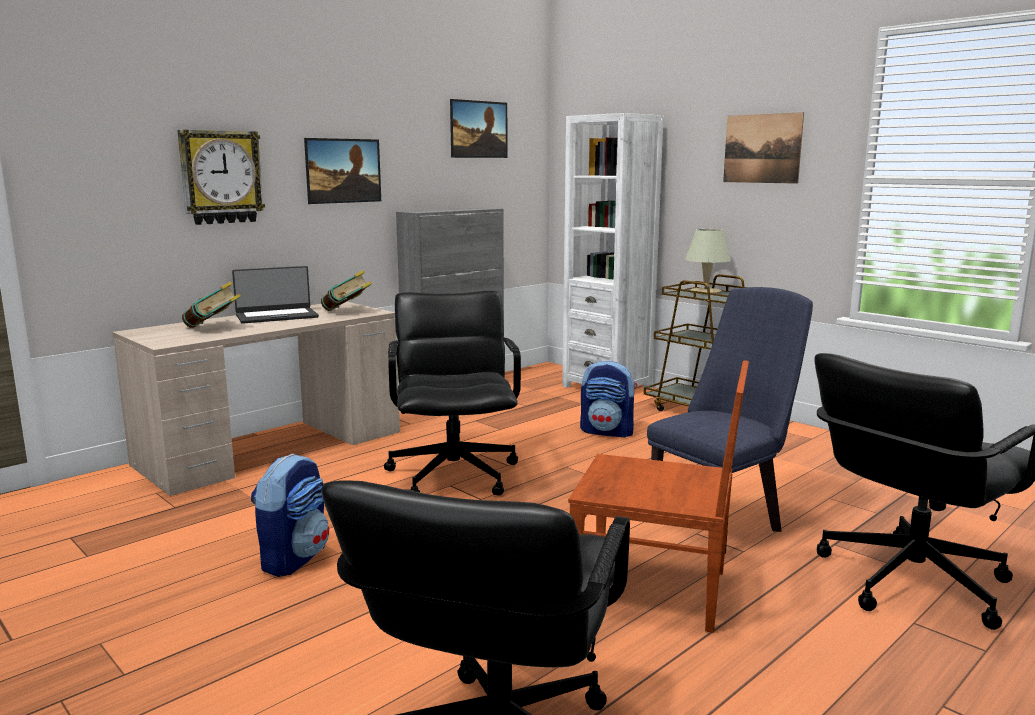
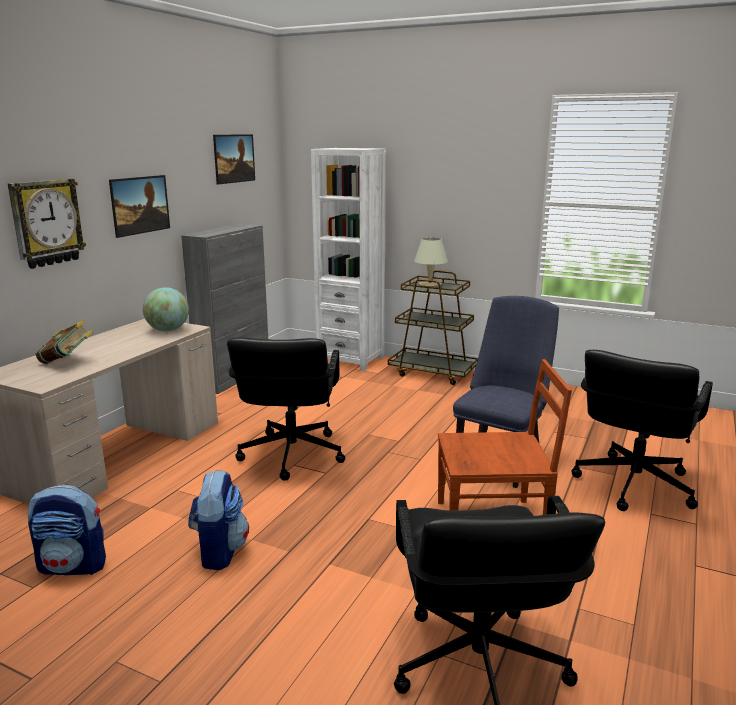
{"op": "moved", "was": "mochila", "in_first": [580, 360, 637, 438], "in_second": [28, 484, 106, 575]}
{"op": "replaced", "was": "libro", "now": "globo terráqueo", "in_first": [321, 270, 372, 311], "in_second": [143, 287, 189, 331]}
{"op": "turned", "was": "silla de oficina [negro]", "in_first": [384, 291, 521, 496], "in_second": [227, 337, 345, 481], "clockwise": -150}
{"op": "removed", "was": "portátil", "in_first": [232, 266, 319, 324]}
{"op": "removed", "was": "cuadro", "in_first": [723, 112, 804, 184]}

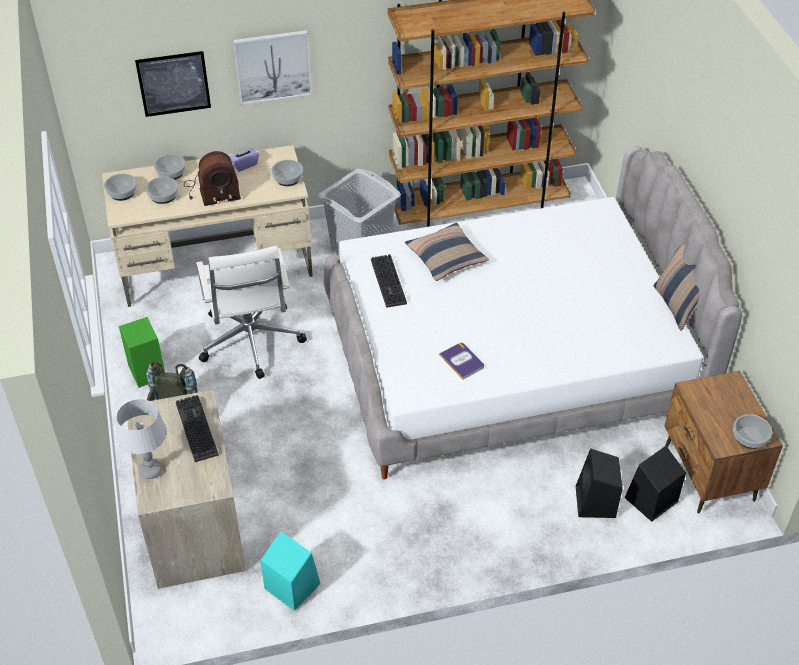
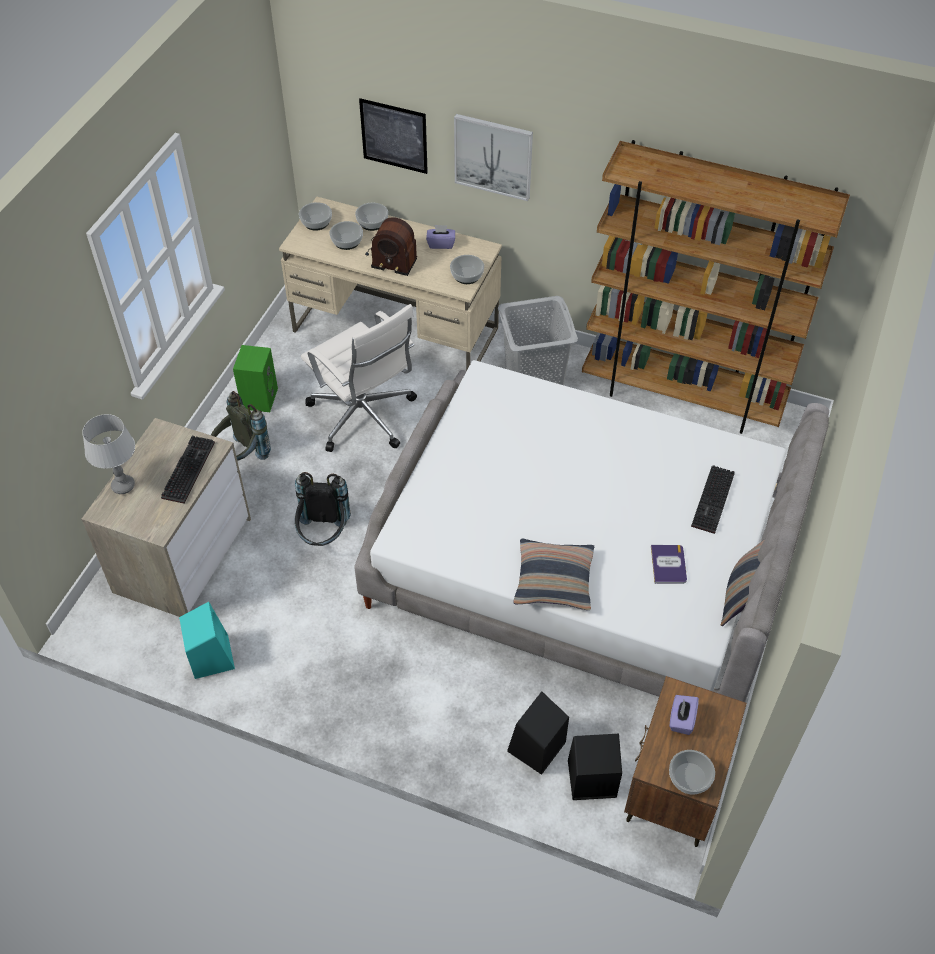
{"op": "added", "now": "mochila [negro]", "in_second": [295, 472, 351, 546]}
{"op": "turned", "was": "silla de oficina [blanco]", "in_first": [196, 246, 307, 379], "in_second": [301, 304, 417, 452], "clockwise": -60}
{"op": "moved", "was": "cojín", "in_first": [405, 223, 489, 281], "in_second": [513, 538, 594, 610]}
{"op": "moved", "was": "libro", "in_first": [439, 343, 484, 379], "in_second": [651, 545, 687, 584]}
{"op": "added", "now": "caja de pañuelos [morado]", "in_second": [670, 695, 699, 735]}
{"op": "moved", "was": "teclado", "in_first": [371, 254, 407, 308], "in_second": [691, 465, 735, 534]}

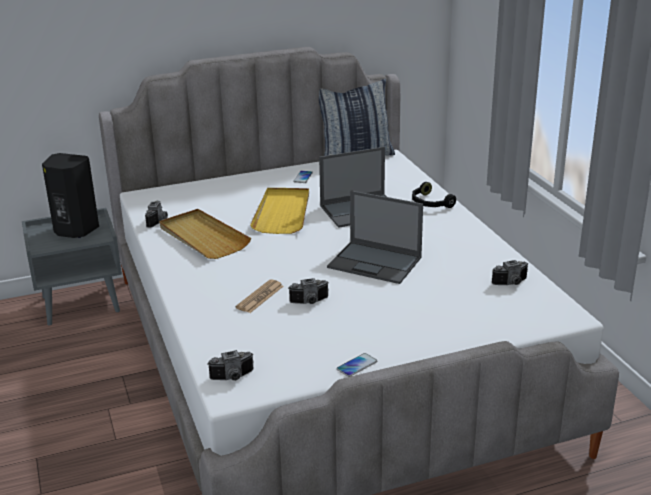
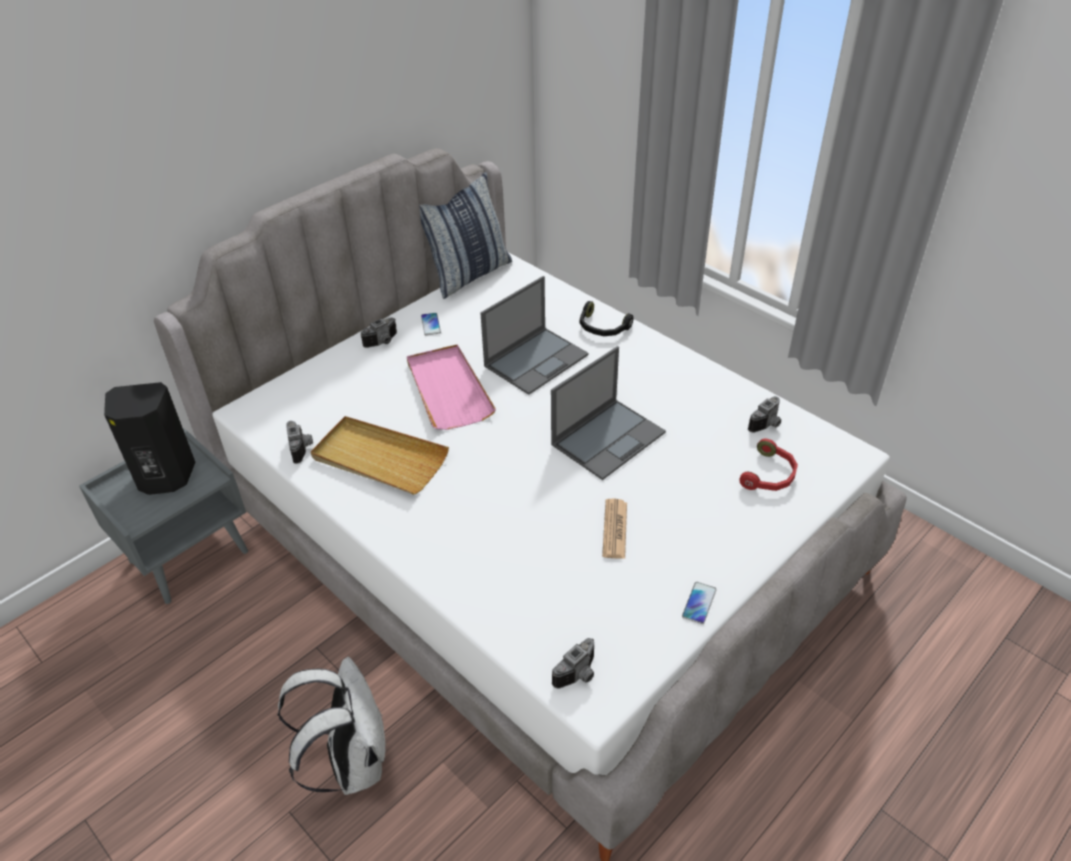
{"op": "added", "now": "mochila [blanco]", "in_second": [278, 657, 385, 795]}
{"op": "moved", "was": "cámara", "in_first": [288, 278, 329, 304], "in_second": [361, 318, 397, 348]}
{"op": "recoloured", "was": "bandeja [amarillo]", "now": "bandeja [rosa]", "in_first": [250, 188, 309, 234], "in_second": [407, 345, 496, 430]}
{"op": "turned", "was": "portátil", "in_first": [327, 191, 423, 284], "in_second": [551, 346, 666, 480], "clockwise": -45}
{"op": "moved", "was": "periódico", "in_first": [235, 280, 284, 313], "in_second": [602, 499, 627, 559]}
{"op": "added", "now": "auriculares [rojo]", "in_second": [739, 439, 798, 491]}

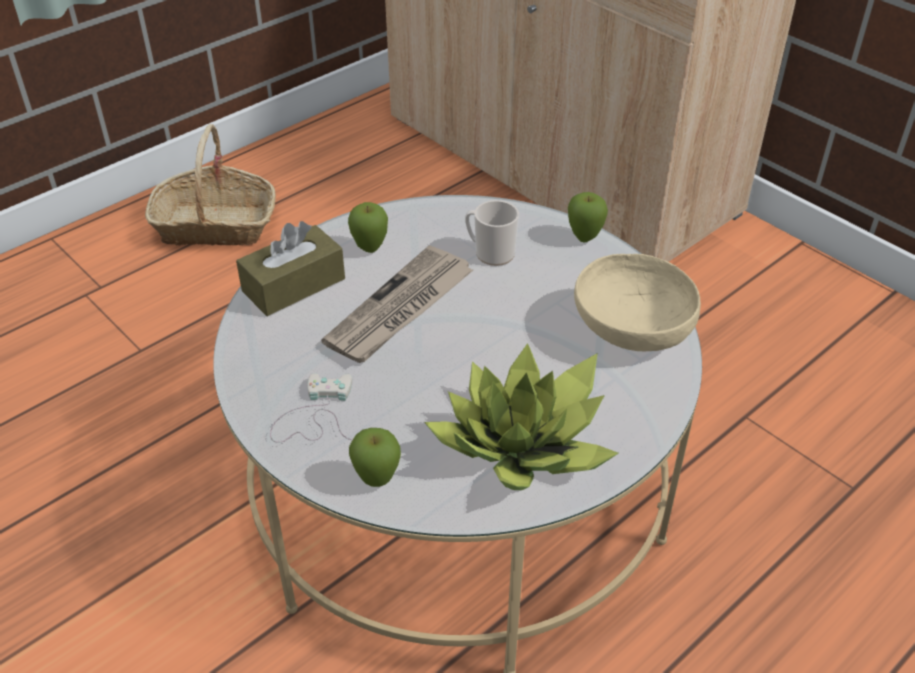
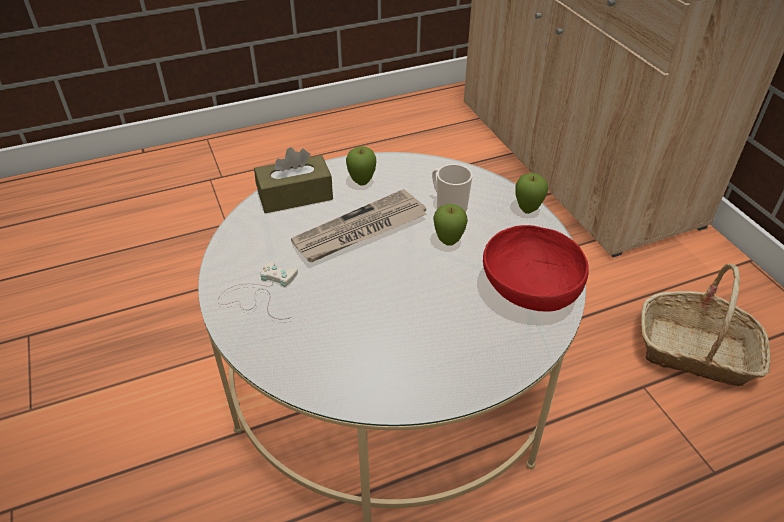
{"op": "moved", "was": "manzana", "in_first": [349, 428, 401, 487], "in_second": [433, 204, 468, 246]}
{"op": "recoloured", "was": "cuenco [beis]", "now": "cuenco [rojo]", "in_first": [574, 254, 701, 351], "in_second": [483, 225, 589, 312]}
{"op": "moved", "was": "cesta", "in_first": [145, 124, 276, 246], "in_second": [641, 264, 771, 386]}
{"op": "removed", "was": "planta en maceta", "in_first": [424, 343, 619, 490]}

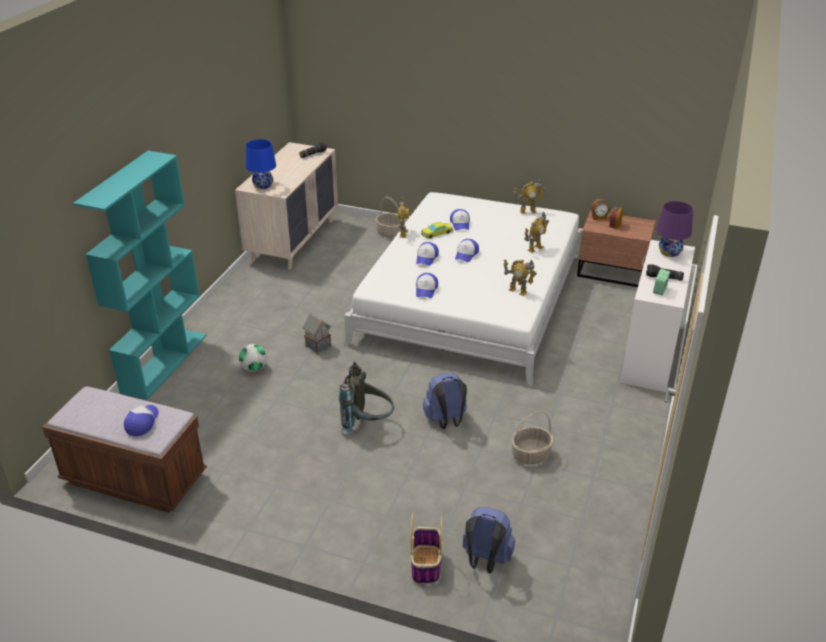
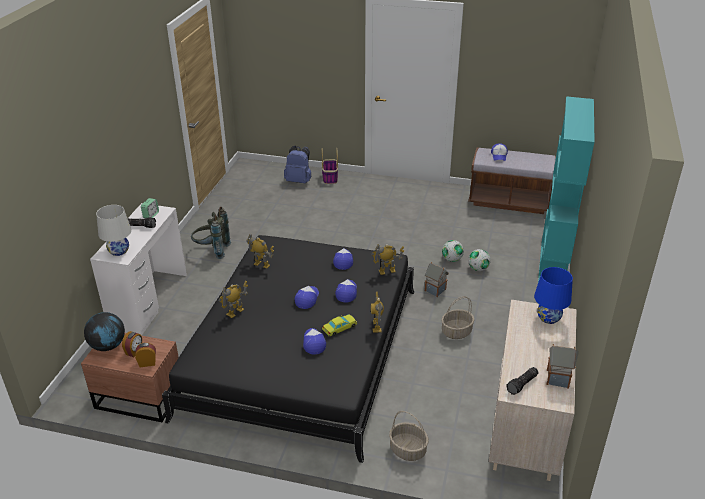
{"op": "added", "now": "globo terráqueo", "in_second": [84, 312, 125, 351]}
{"op": "recoloured", "was": "lámpara de mesa [morado]", "now": "lámpara de mesa [blanco]", "in_first": [656, 201, 693, 257], "in_second": [96, 205, 131, 256]}
{"op": "recoloured", "was": "cama [blanco]", "now": "cama [negro]", "in_first": [344, 192, 583, 386], "in_second": [162, 235, 414, 463]}
{"op": "moved", "was": "mochila [gris]", "in_first": [339, 362, 394, 434], "in_second": [191, 207, 231, 259]}
{"op": "moved", "was": "robot de juguete", "in_first": [514, 179, 546, 214], "in_second": [371, 244, 404, 275]}
{"op": "moved", "was": "cesta", "in_first": [511, 412, 554, 465], "in_second": [441, 296, 475, 339]}
{"op": "added", "now": "balón de fútbol", "in_second": [442, 240, 464, 262]}
{"op": "added", "now": "casita", "in_second": [546, 344, 579, 388]}
{"op": "removed", "was": "mochila [azul]", "in_first": [423, 373, 467, 429]}

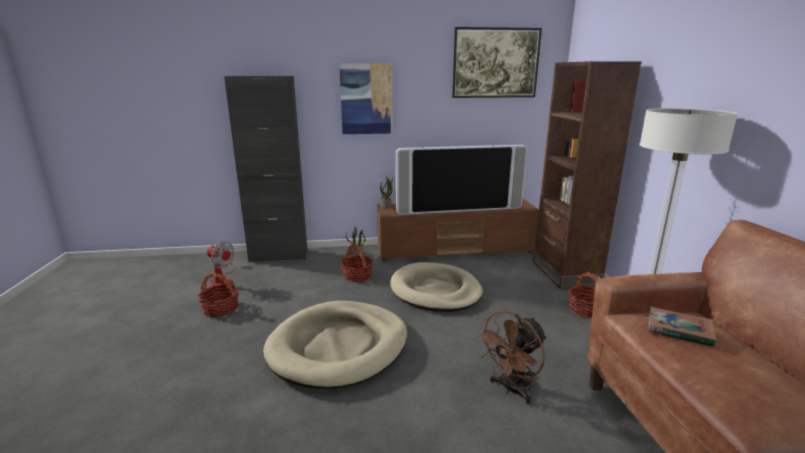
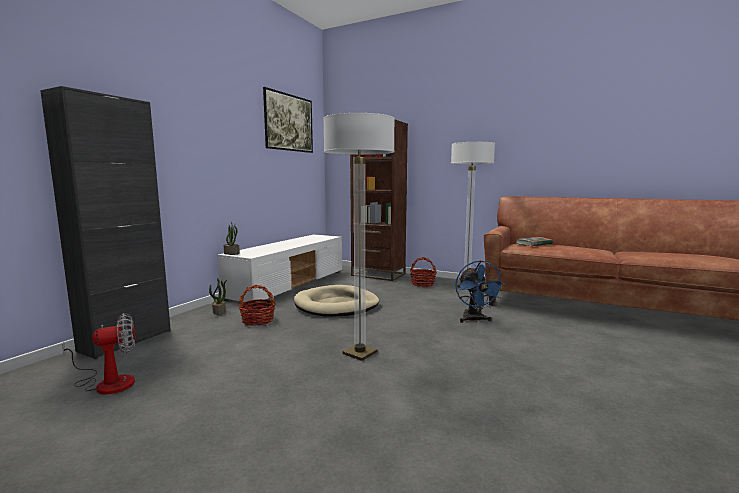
{"op": "recoloured", "was": "mueble de televisión [marrón]", "now": "mueble de televisión [blanco]", "in_first": [377, 199, 539, 260], "in_second": [218, 235, 342, 302]}
{"op": "replaced", "was": "cama para perro [beis]", "now": "lámpara de pie", "in_first": [263, 301, 407, 389], "in_second": [323, 113, 395, 361]}
{"op": "recoloured", "was": "ventilador [marrón]", "now": "ventilador [azul]", "in_first": [476, 311, 547, 404], "in_second": [456, 260, 506, 323]}
{"op": "removed", "was": "cesta", "in_first": [197, 273, 239, 317]}
{"op": "removed", "was": "cuadro", "in_first": [339, 63, 392, 134]}
{"op": "removed", "was": "televisor", "in_first": [396, 145, 527, 215]}

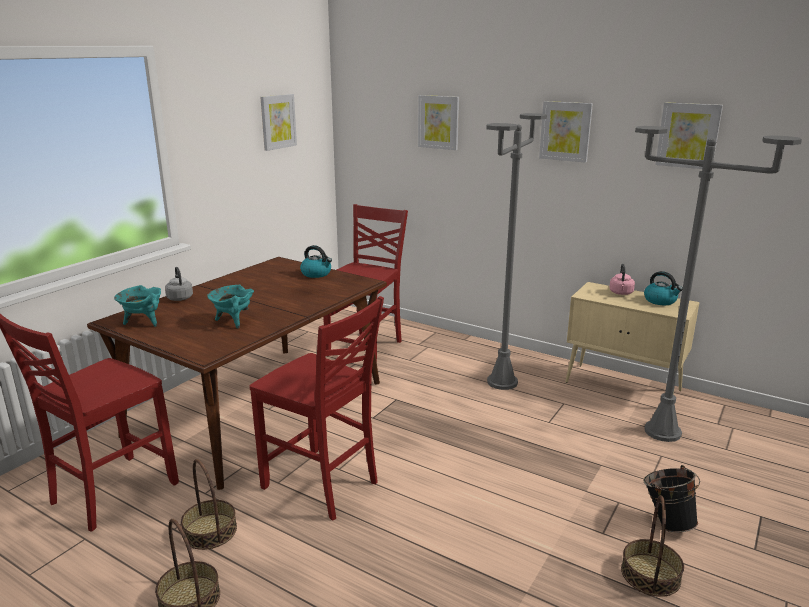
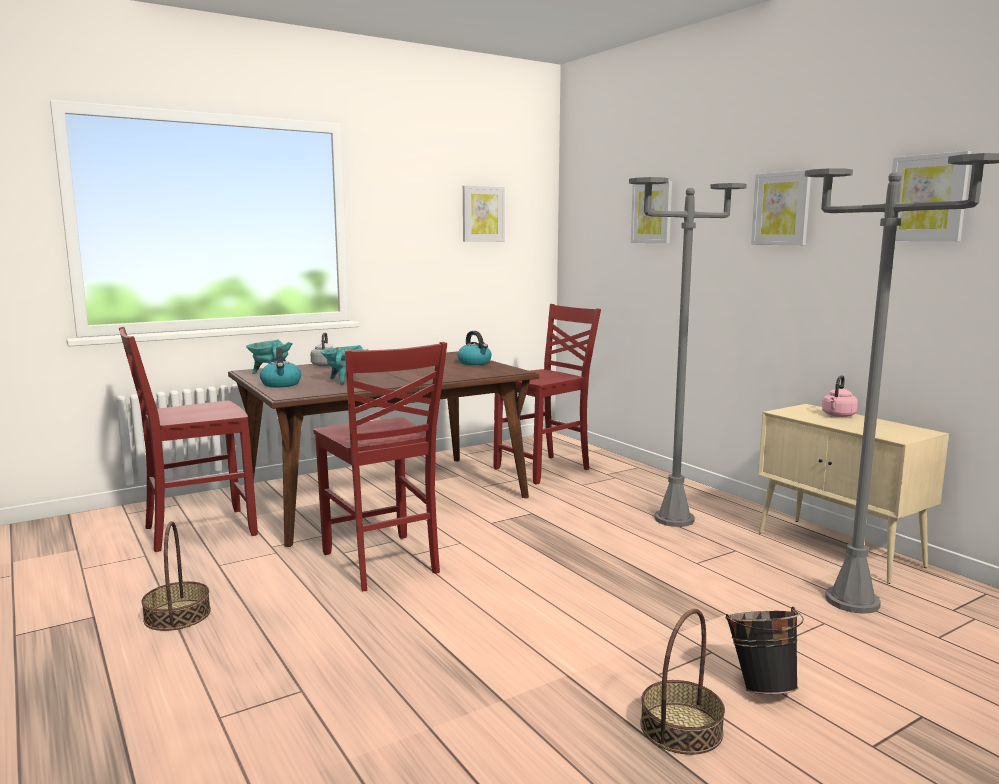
{"op": "moved", "was": "hervidor", "in_first": [644, 271, 683, 305], "in_second": [260, 347, 301, 387]}
{"op": "removed", "was": "cesta", "in_first": [181, 459, 237, 550]}

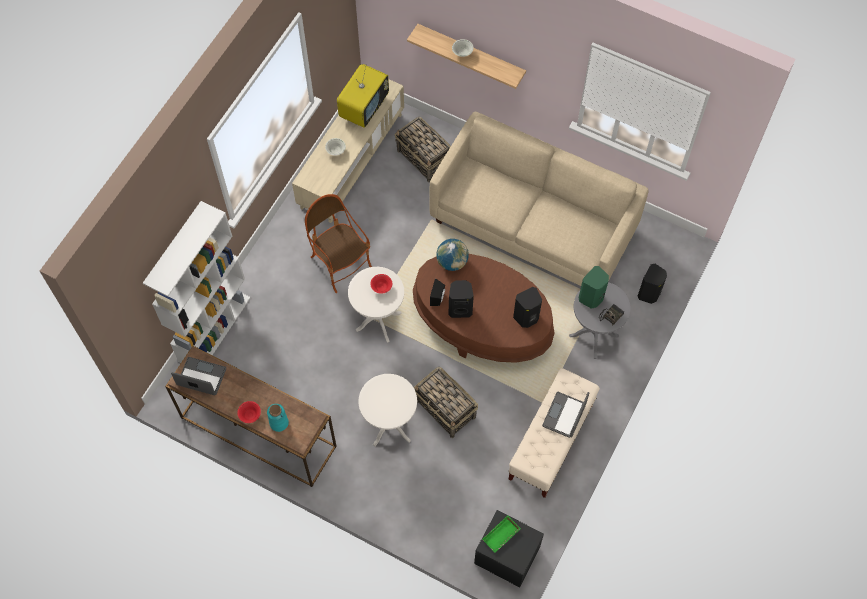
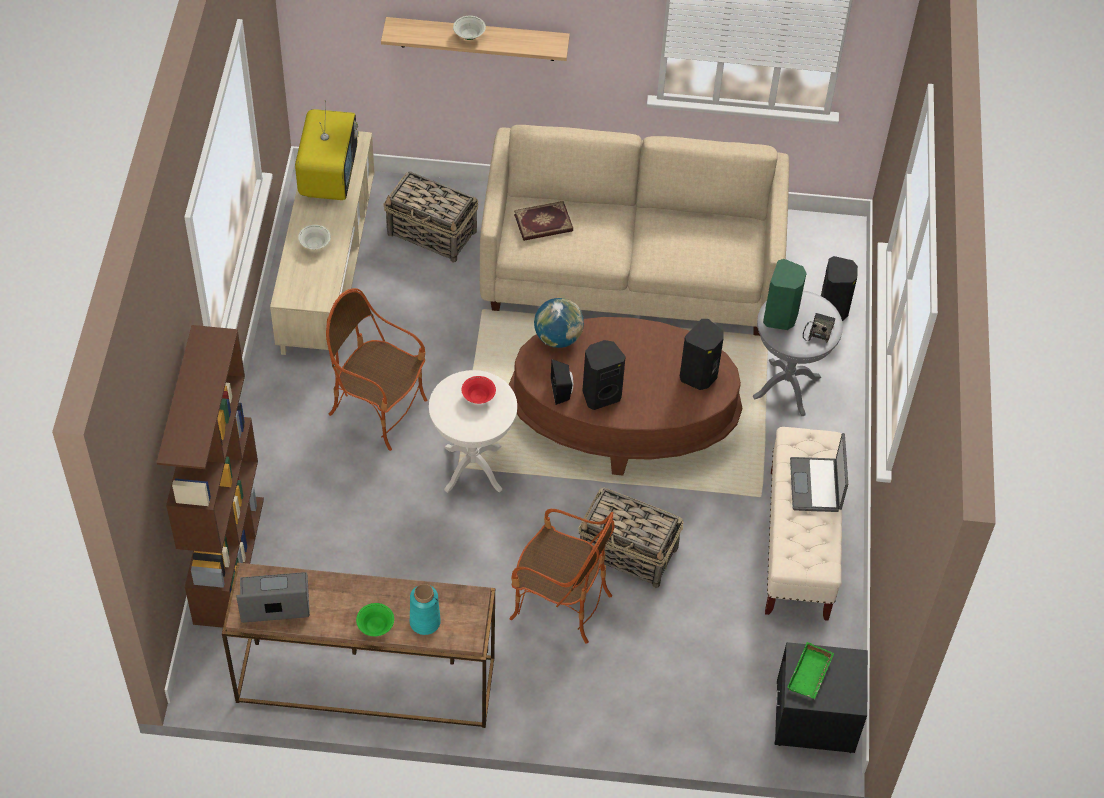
{"op": "recoloured", "was": "estantería [blanco]", "now": "estantería [marrón]", "in_first": [143, 201, 251, 363], "in_second": [157, 325, 264, 628]}
{"op": "recoloured", "was": "cuenco [rojo]", "now": "cuenco [verde]", "in_first": [237, 401, 261, 423], "in_second": [356, 603, 394, 636]}
{"op": "replaced", "was": "mesa auxiliar [blanco]", "now": "sillón", "in_first": [359, 374, 417, 446], "in_second": [509, 509, 615, 644]}
{"op": "added", "now": "libro", "in_second": [514, 201, 573, 241]}

